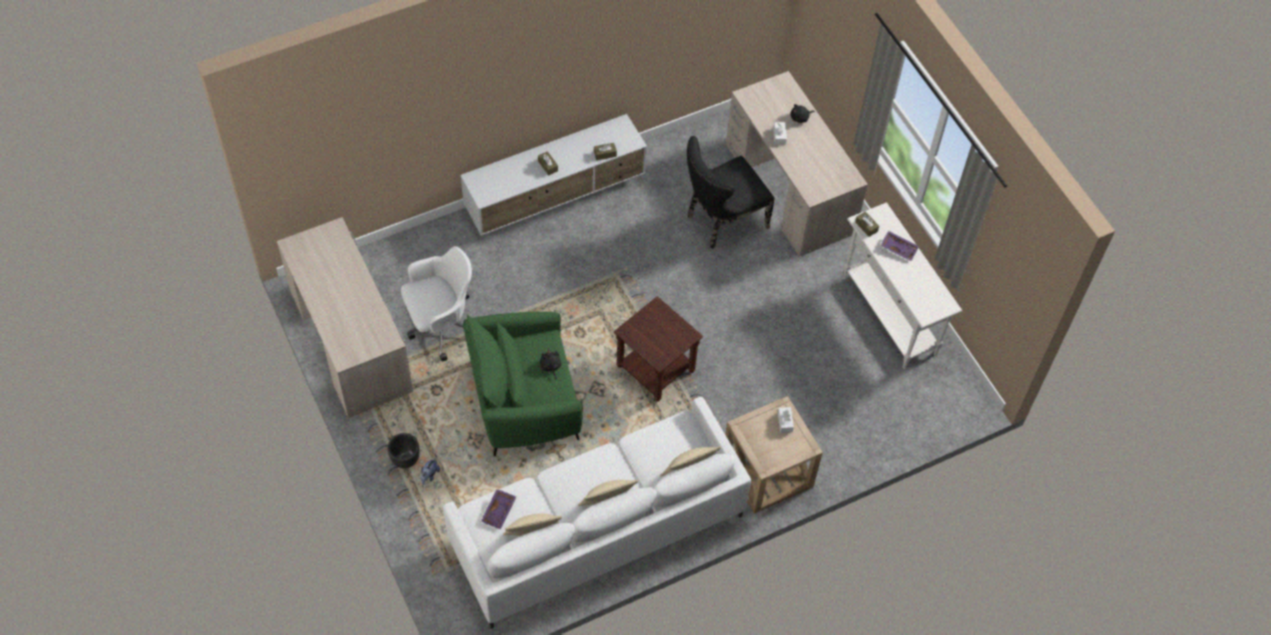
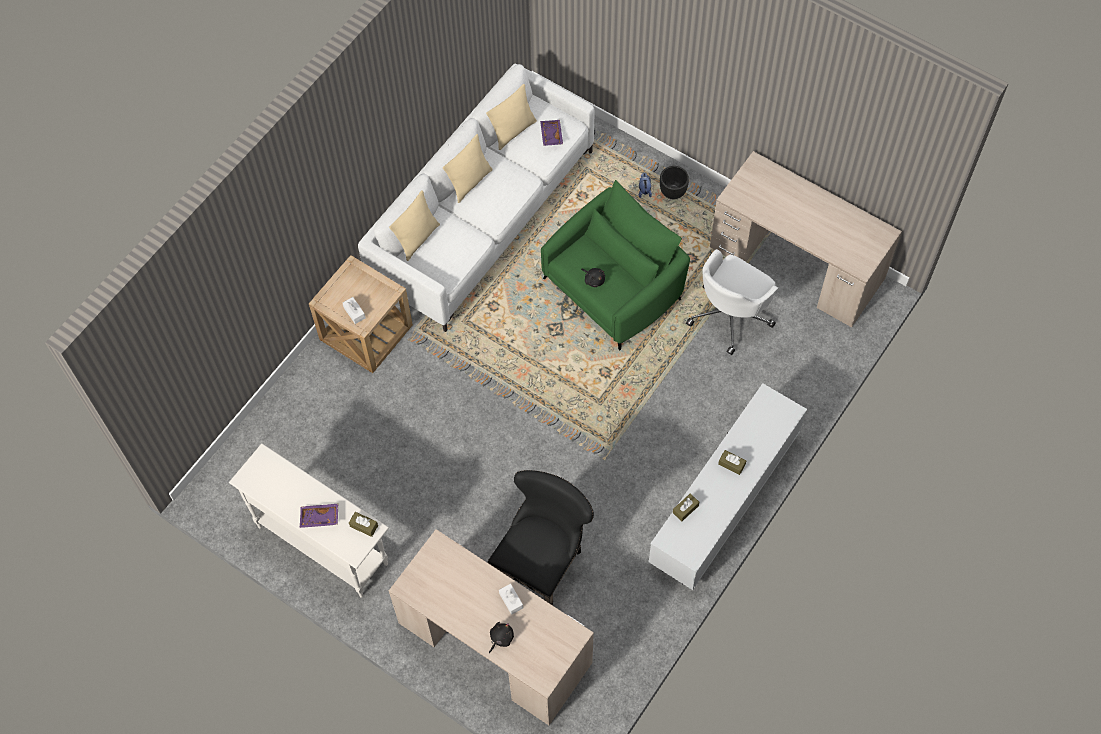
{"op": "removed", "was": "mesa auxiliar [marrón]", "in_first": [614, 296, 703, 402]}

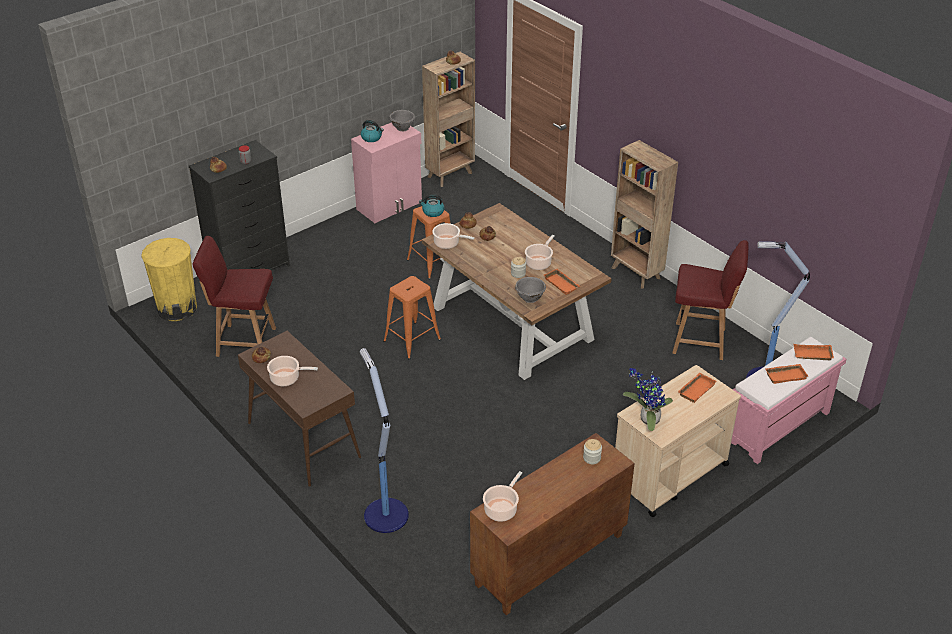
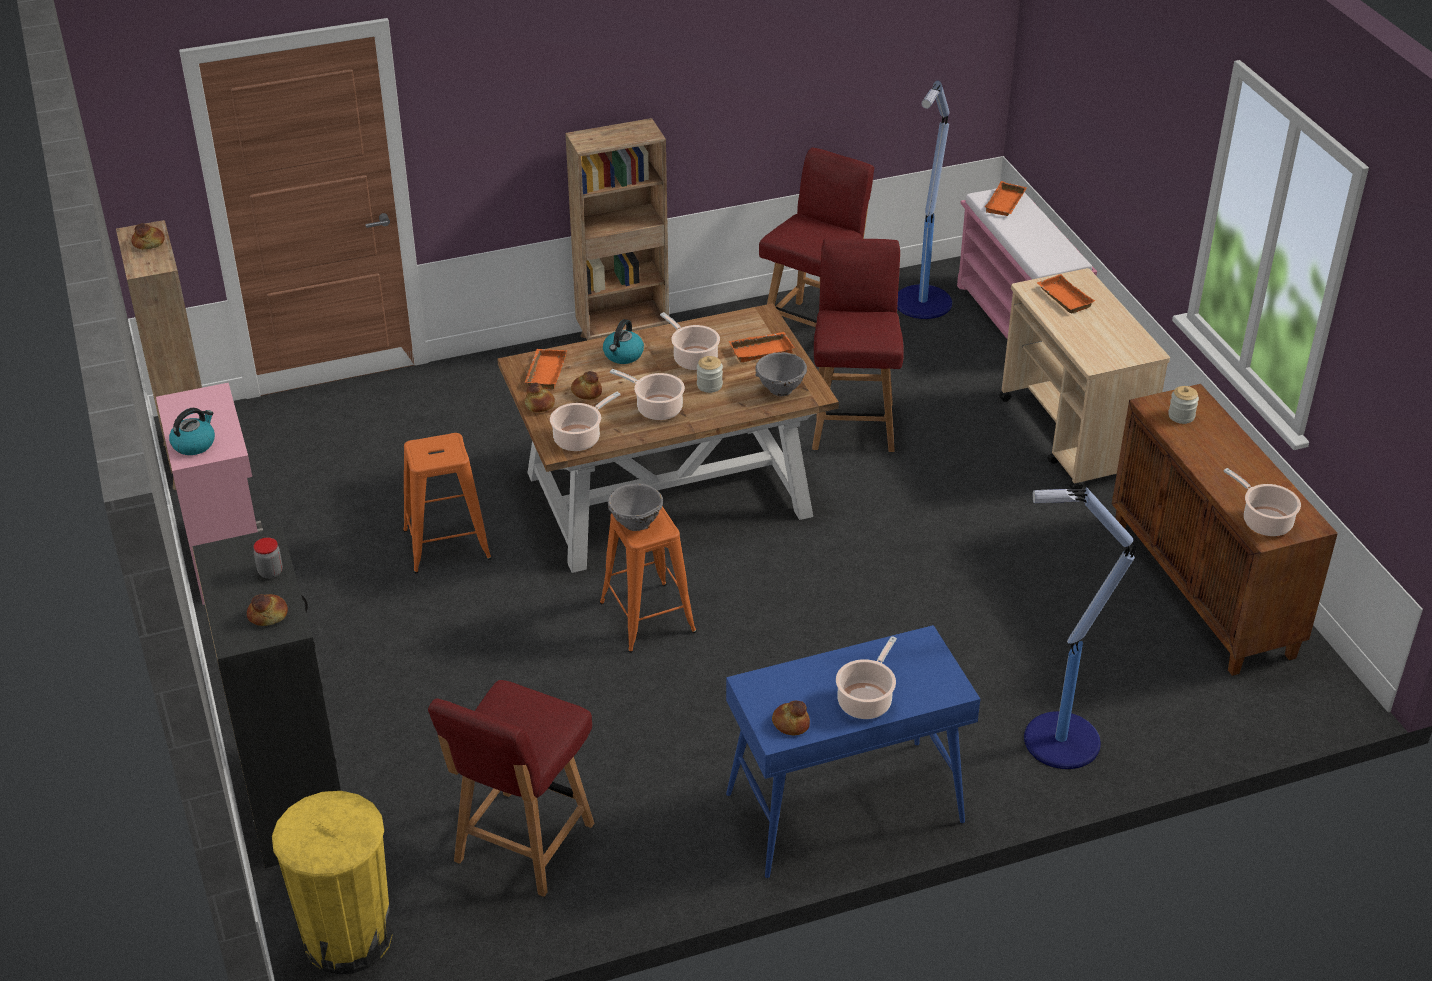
{"op": "moved", "was": "bandeja [naranja]", "in_first": [765, 364, 808, 384], "in_second": [524, 349, 567, 389]}
{"op": "moved", "was": "hervidor", "in_first": [419, 194, 444, 217], "in_second": [603, 319, 644, 364]}
{"op": "moved", "was": "cuenco [gris]", "in_first": [389, 110, 415, 131], "in_second": [608, 483, 663, 531]}
{"op": "added", "now": "olla", "in_second": [610, 369, 685, 420]}
{"op": "recoloured", "was": "mesa consola [marrón]", "now": "mesa consola [azul]", "in_first": [238, 331, 361, 487], "in_second": [726, 625, 981, 878]}
{"op": "added", "now": "silla [rojo]", "in_second": [812, 238, 904, 452]}
{"op": "removed", "was": "planta en maceta", "in_first": [623, 368, 673, 431]}

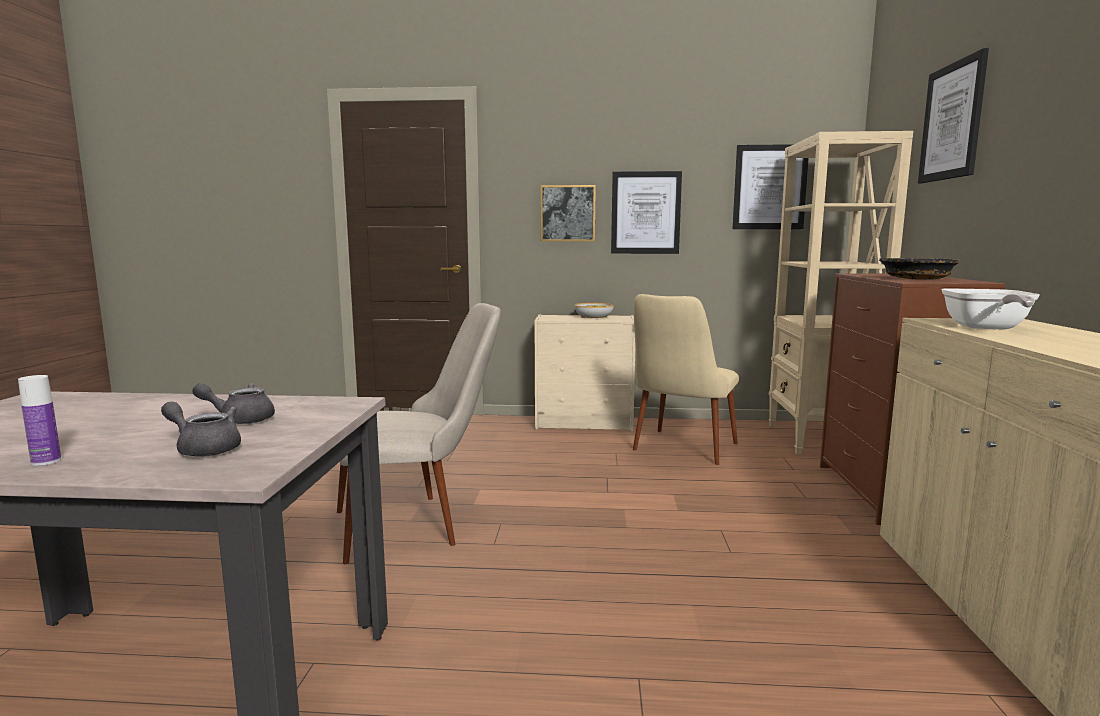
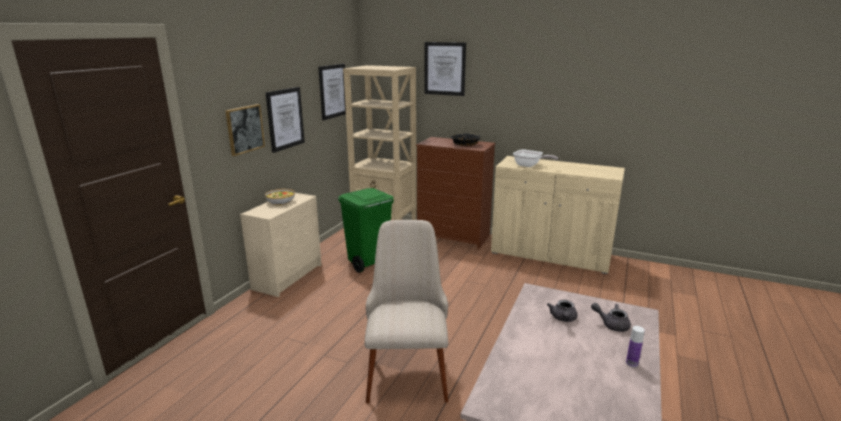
{"op": "replaced", "was": "silla [beis]", "now": "papelera [verde]", "in_first": [633, 294, 739, 465], "in_second": [338, 188, 394, 273]}
{"op": "turned", "was": "tetera [gris]", "in_first": [161, 401, 241, 457], "in_second": [591, 303, 631, 332], "clockwise": 75}

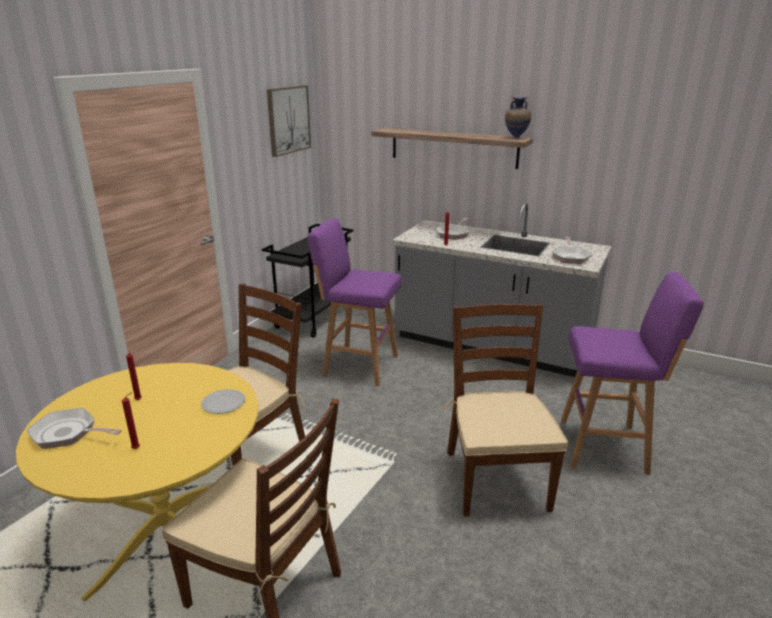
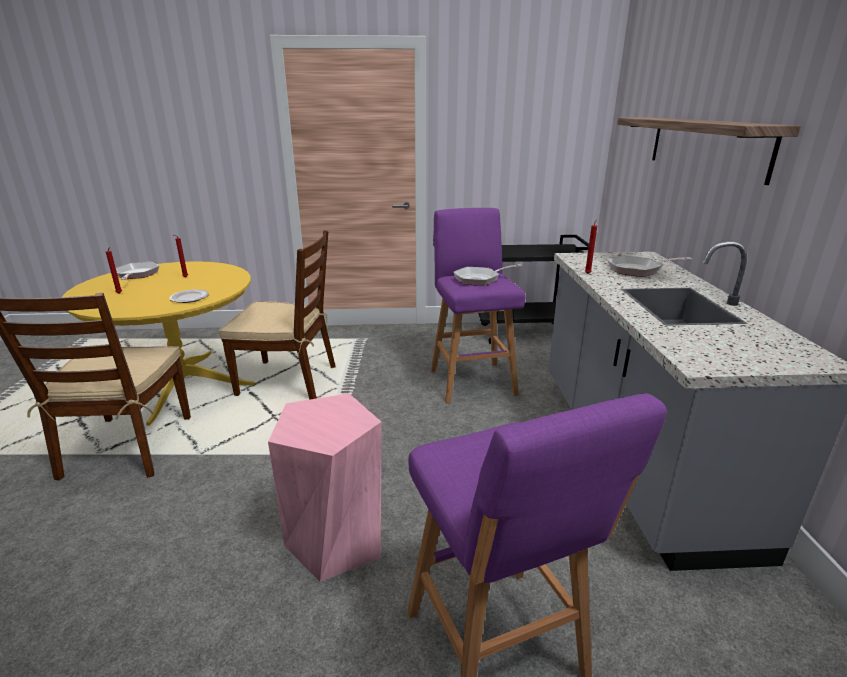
{"op": "replaced", "was": "silla [marrón]", "now": "taburete [rosa]", "in_first": [442, 304, 568, 516], "in_second": [268, 393, 382, 582]}
{"op": "moved", "was": "sartén", "in_first": [552, 237, 592, 264], "in_second": [454, 264, 522, 286]}
{"op": "removed", "was": "cuadro", "in_first": [267, 85, 311, 157]}
{"op": "removed", "was": "florero", "in_first": [505, 95, 531, 138]}

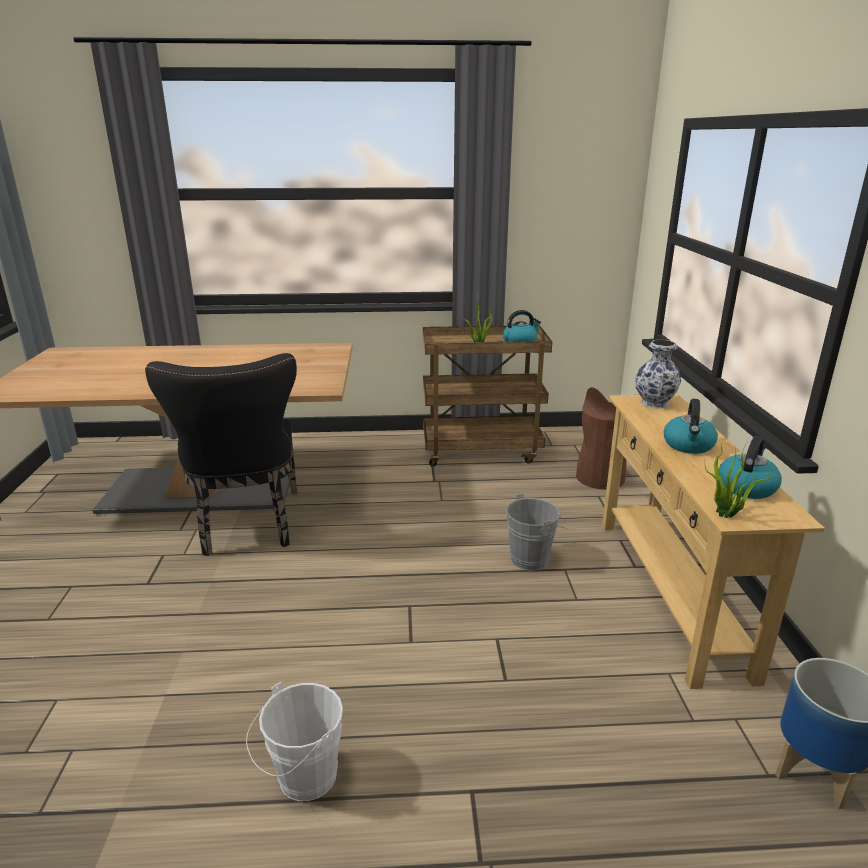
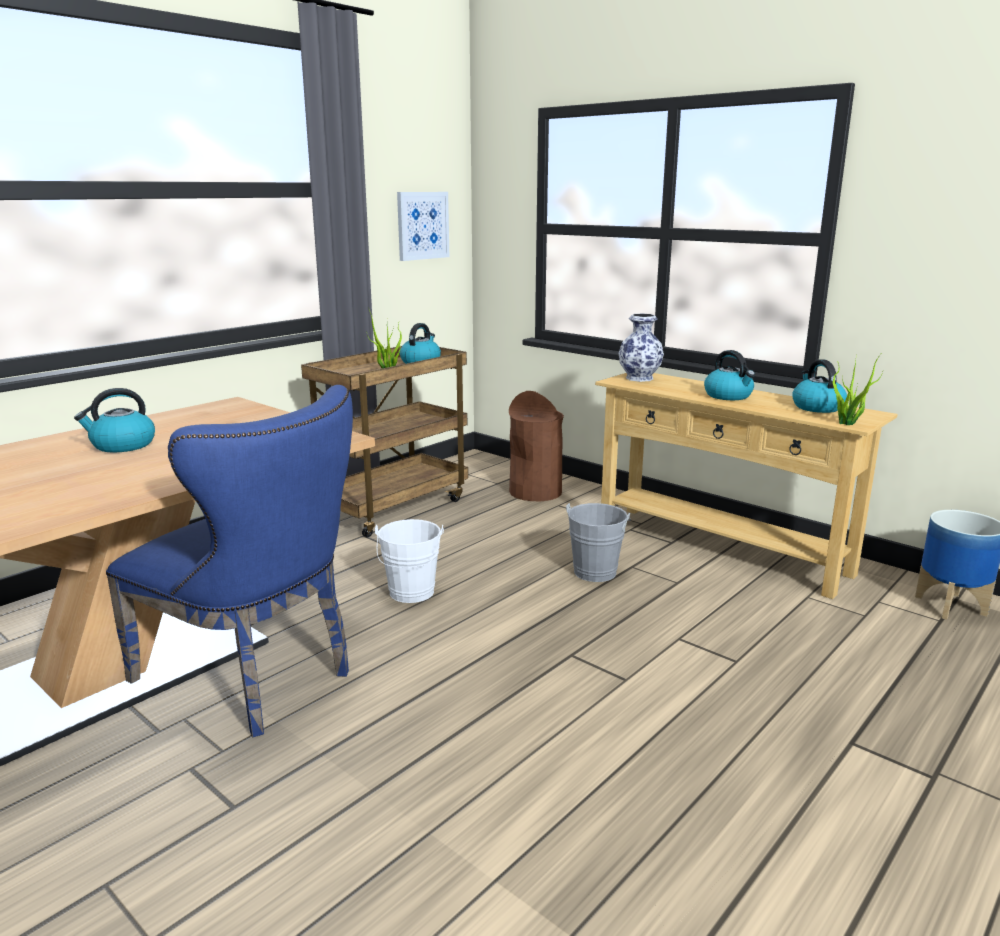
{"op": "added", "now": "hervidor", "in_second": [74, 388, 155, 453]}
{"op": "recoloured", "was": "silla [negro]", "now": "silla [azul]", "in_first": [145, 353, 297, 556], "in_second": [106, 385, 353, 737]}
{"op": "moved", "was": "cubo [blanco]", "in_first": [246, 682, 343, 801], "in_second": [375, 519, 444, 603]}
{"op": "added", "now": "cuadro", "in_second": [397, 192, 449, 261]}

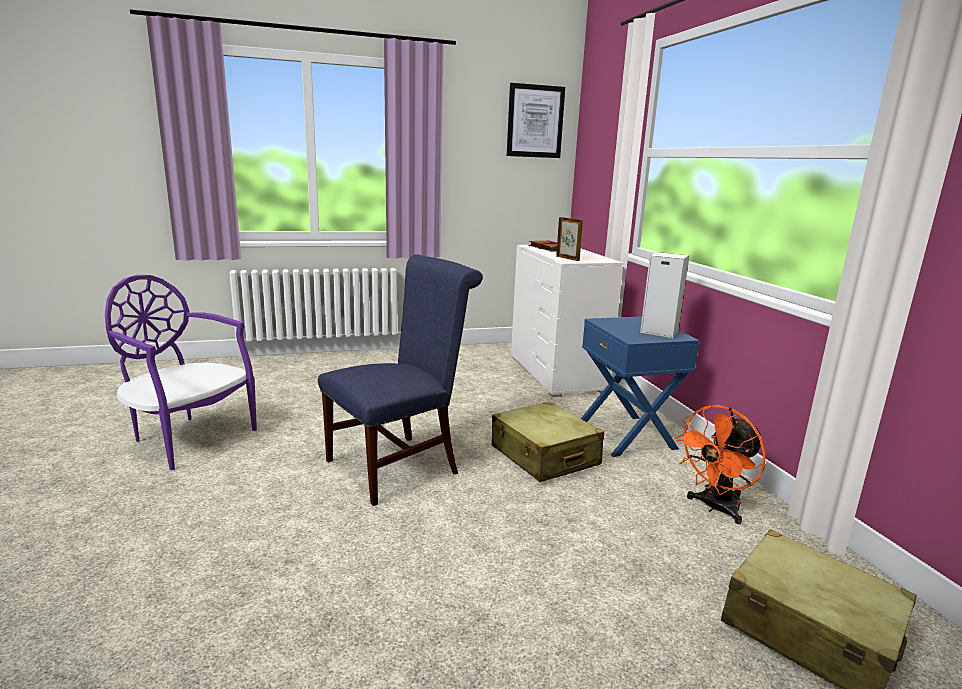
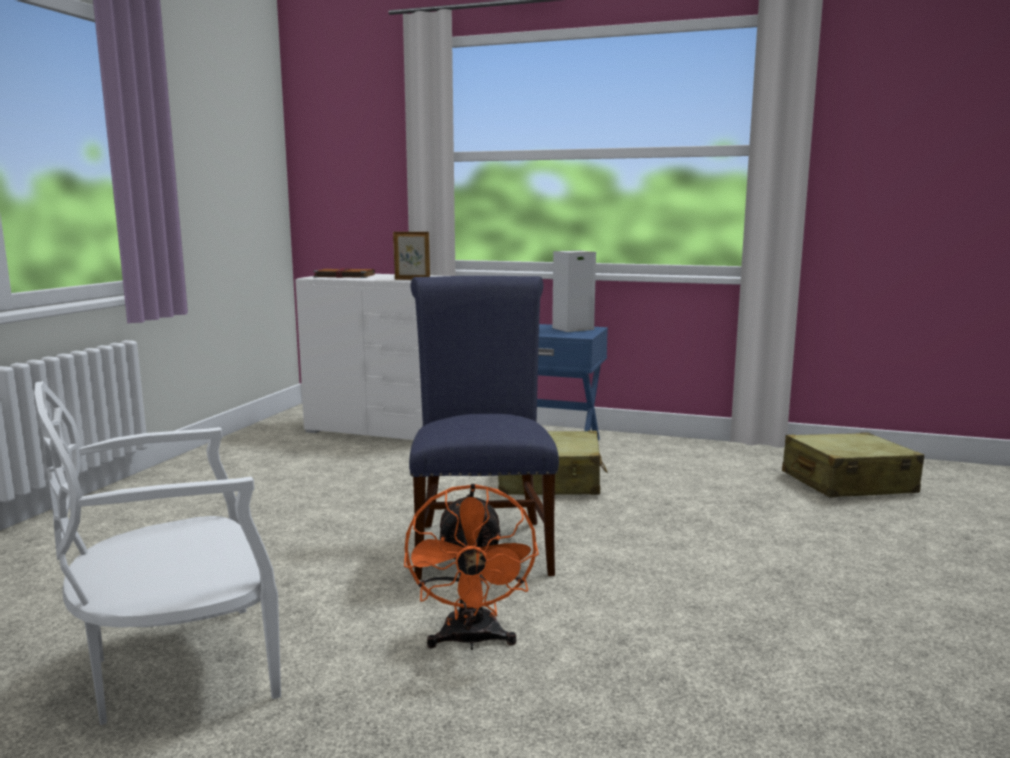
{"op": "recoloured", "was": "silla [morado]", "now": "silla [blanco]", "in_first": [105, 275, 257, 470], "in_second": [35, 381, 281, 725]}
{"op": "moved", "was": "ventilador [naranja]", "in_first": [674, 405, 766, 524], "in_second": [404, 484, 539, 650]}
{"op": "removed", "was": "cuadro", "in_first": [507, 83, 565, 158]}

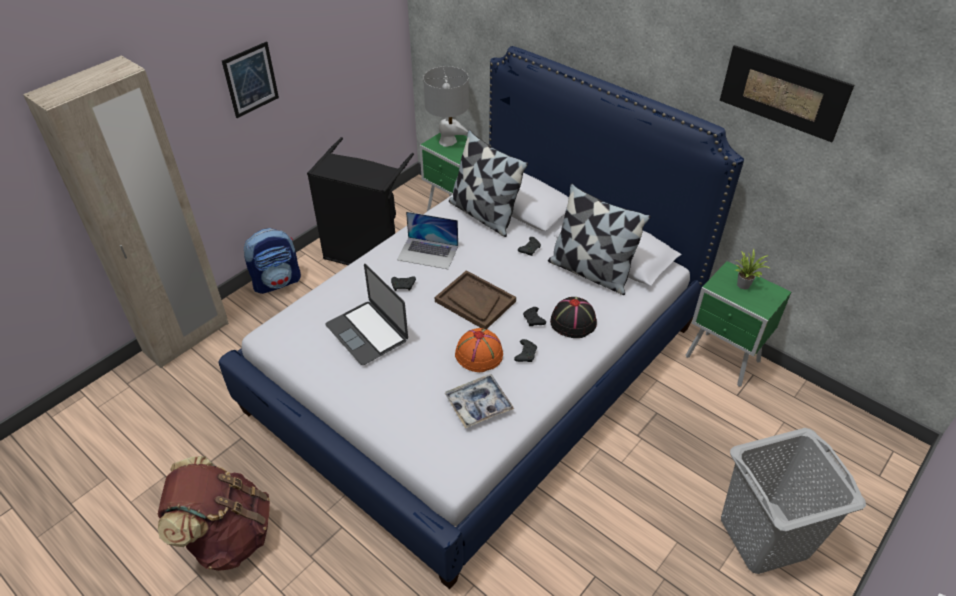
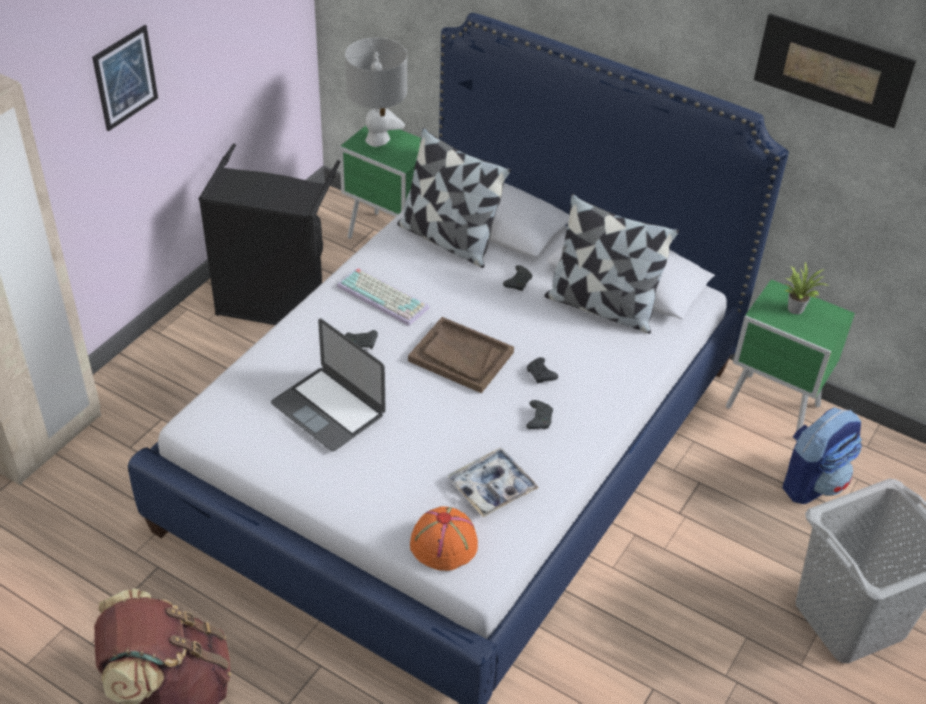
{"op": "replaced", "was": "portátil", "now": "teclado", "in_first": [397, 212, 458, 269], "in_second": [337, 268, 430, 326]}
{"op": "moved", "was": "sombrero [naranja]", "in_first": [455, 328, 503, 372], "in_second": [410, 507, 478, 571]}
{"op": "moved", "was": "mochila", "in_first": [244, 228, 301, 294], "in_second": [782, 407, 862, 504]}
{"op": "removed", "was": "sombrero [negro]", "in_first": [550, 297, 597, 338]}

